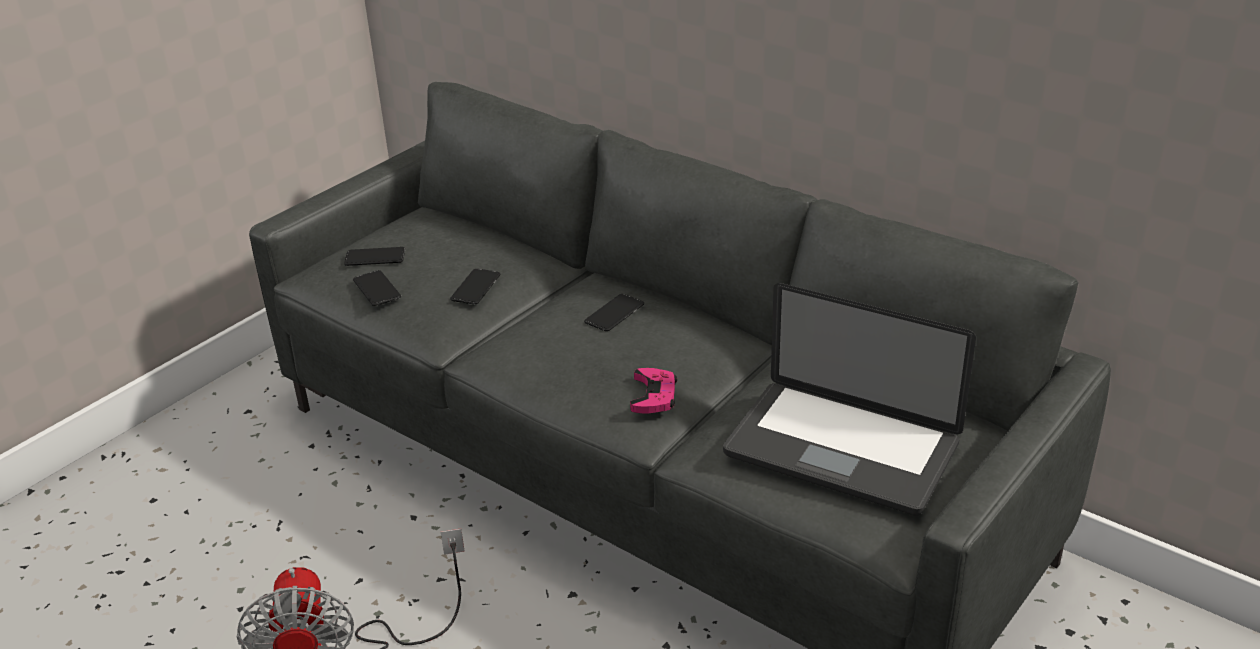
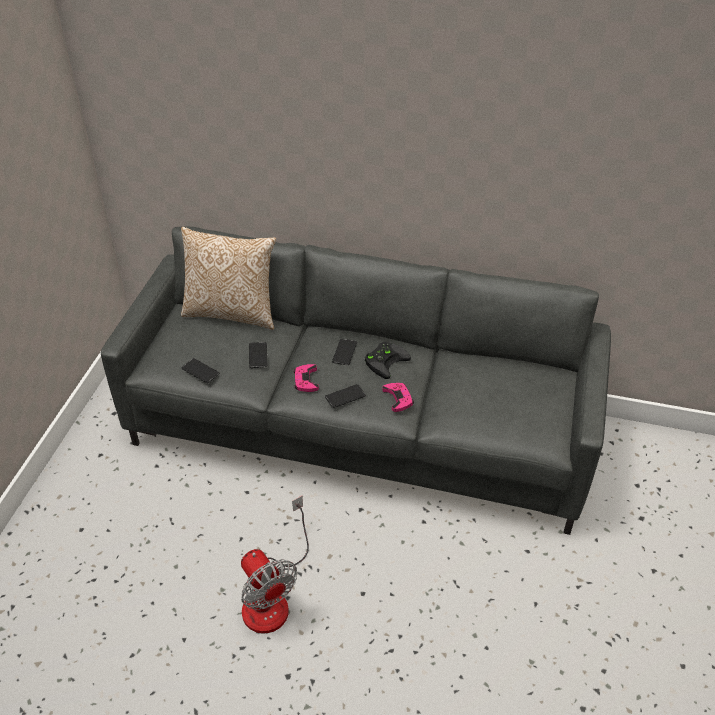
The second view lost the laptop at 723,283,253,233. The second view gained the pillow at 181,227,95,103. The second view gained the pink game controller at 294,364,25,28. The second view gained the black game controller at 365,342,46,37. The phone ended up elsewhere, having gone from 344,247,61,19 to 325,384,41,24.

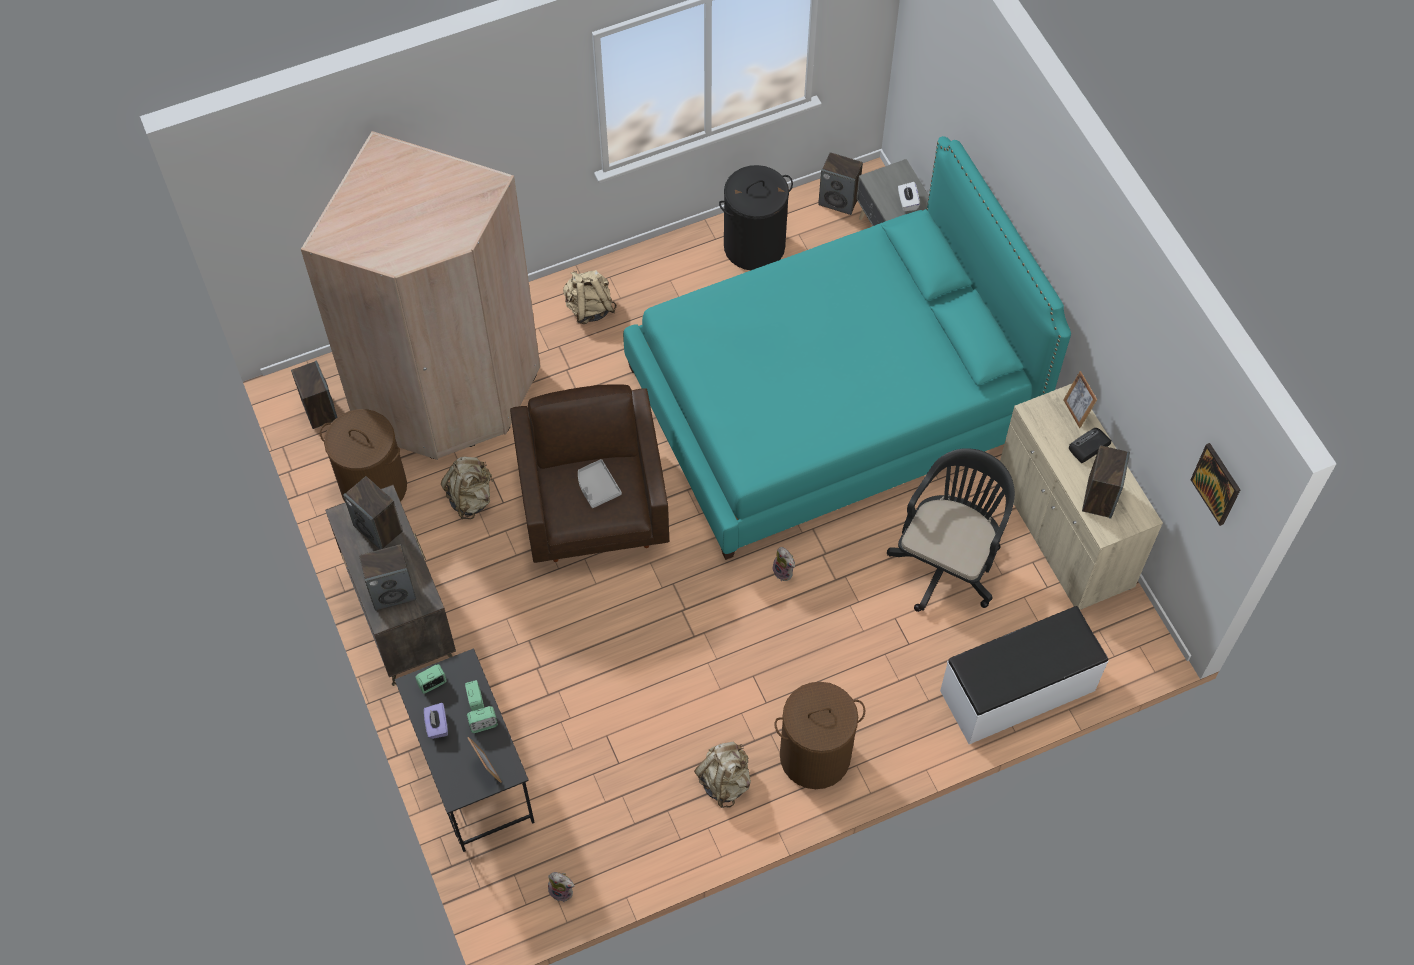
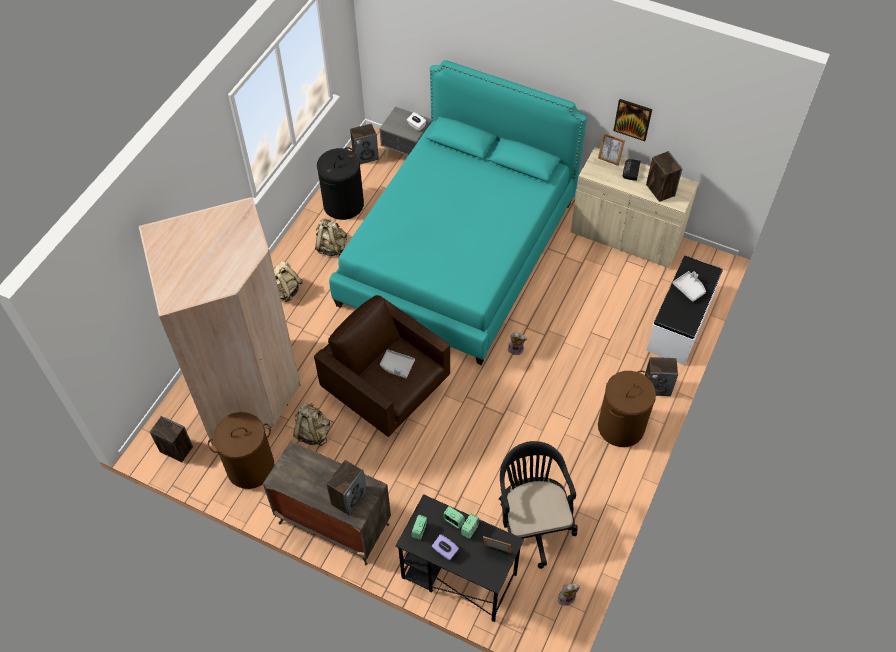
The second view gained the grey tray at 673,271,33,31. The speaker ended up elsewhere, having gone from 343,476,60,74 to 645,357,33,39. The beige backpack ended up elsewhere, having gone from 694,741,57,67 to 315,218,32,38. The black office chair ended up elsewhere, having gone from 887,448,128,164 to 499,441,79,128. The picture ended up elsewhere, having gone from 1191,443,49,83 to 613,99,39,42.

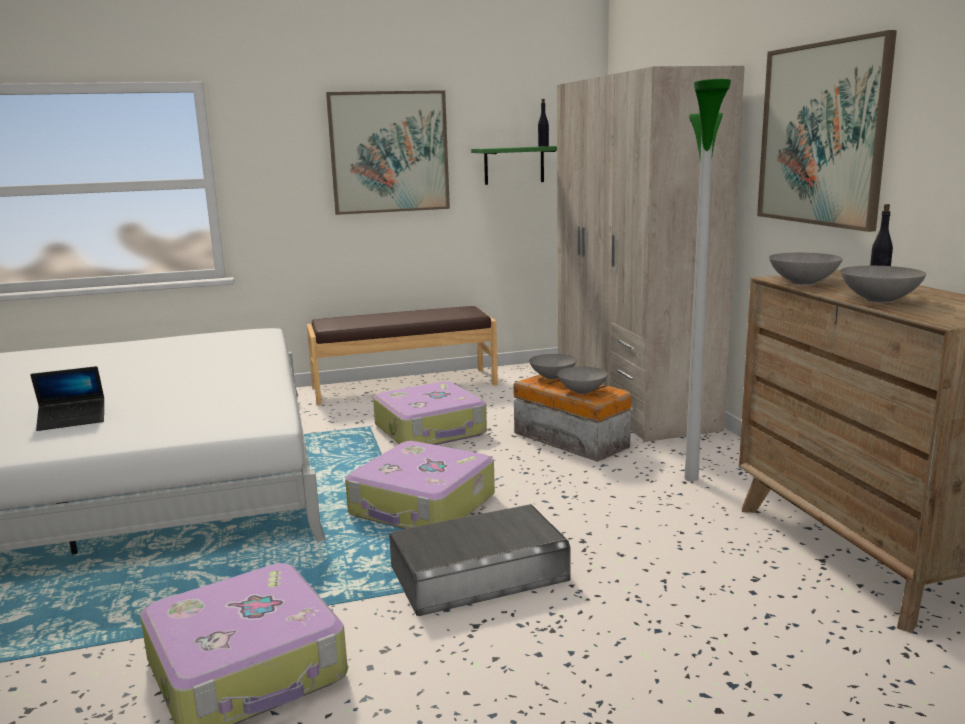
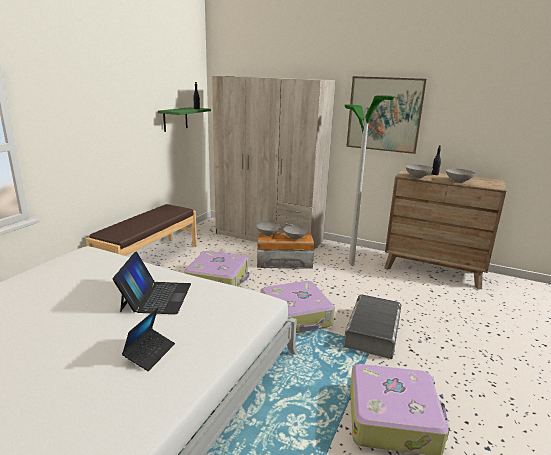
The second view lost the picture at 326,90,124,125. The second view gained the laptop at 113,251,78,63.

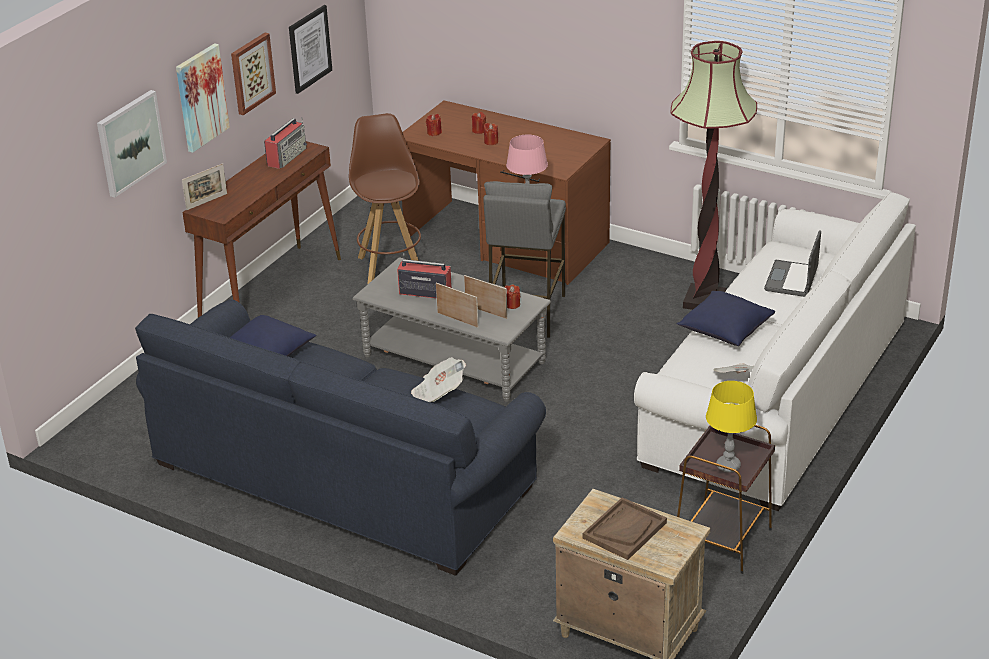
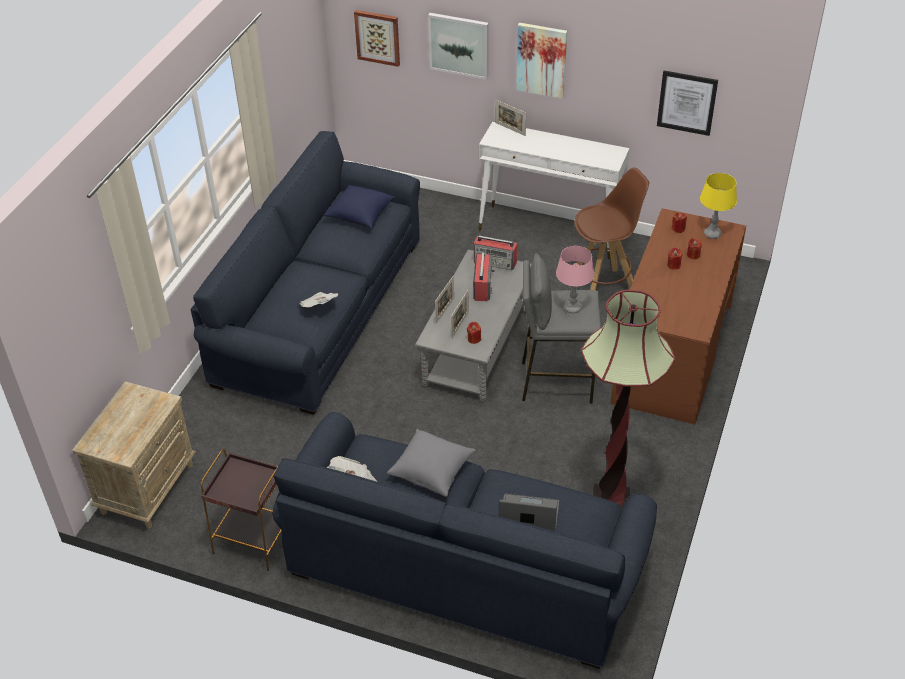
The second view lost the brown tray at 583,497,84,63. The picture ended up elsewhere, having gone from 231,33,45,82 to 354,10,46,57. The radio ended up elsewhere, having gone from 264,117,43,52 to 474,235,43,35. The yellow table lamp ended up elsewhere, having gone from 706,381,51,92 to 700,173,37,66. What was the brown console table at 182,141,159,177 turned into the white console table at 478,122,152,137. What was the white sofa at 634,192,282,319 turned into the blue sofa at 273,412,384,257. What was the blue pillow at 677,291,98,55 turned into the grey pillow at 387,429,88,68.

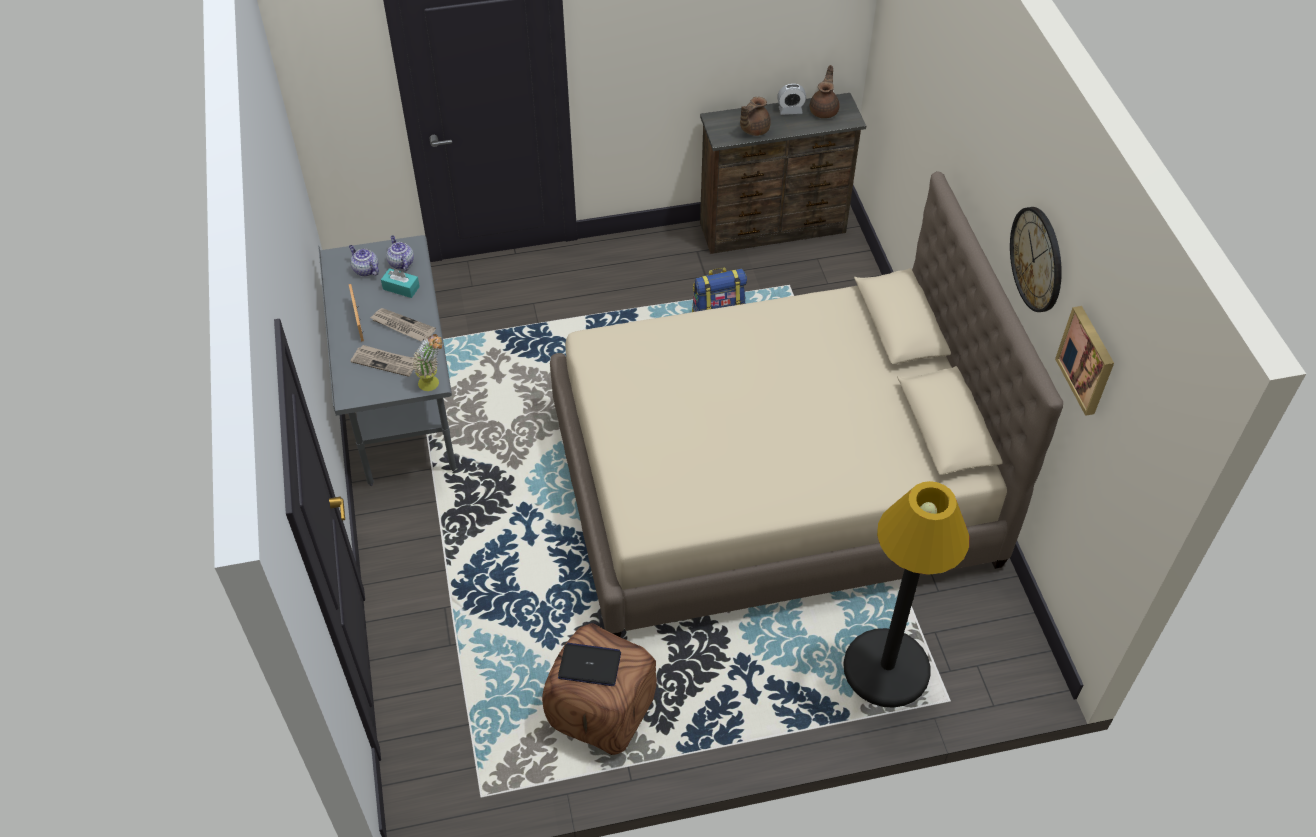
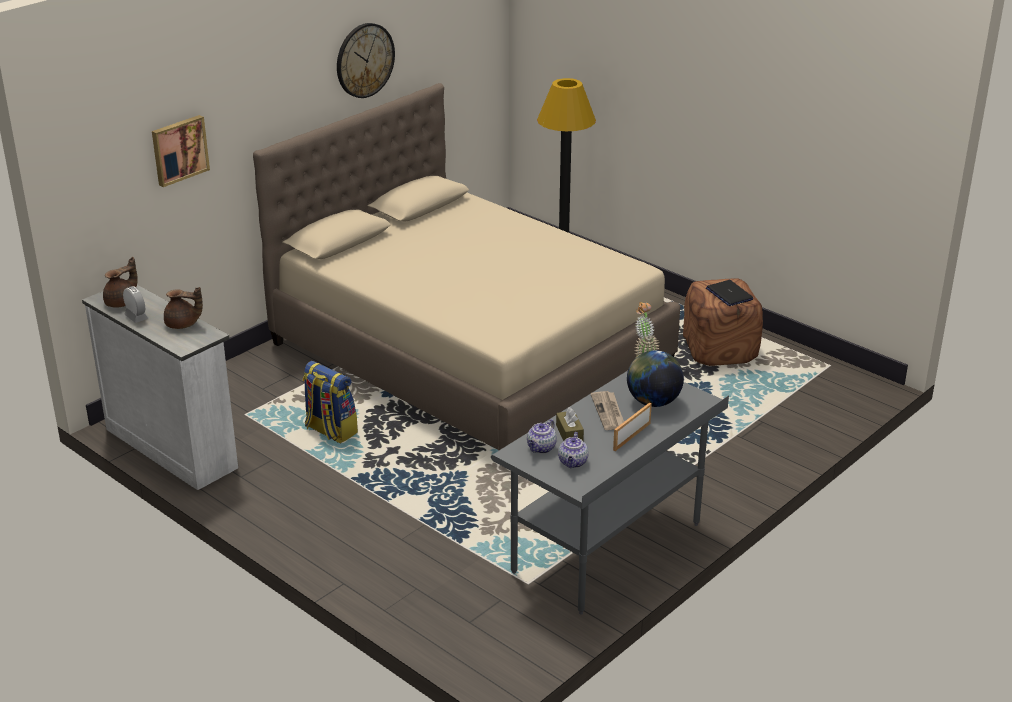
The picture ended up elsewhere, having gone from 1055,306,59,110 to 152,115,58,72. Where the newspaper stood at 351,345,63,32, the globe came to stand at 627,350,57,57. What was the turquoise tissue box at 381,268,39,30 turned into the brown tissue box at 556,407,28,34. What was the brown dresser at 700,93,166,161 turned into the white dresser at 82,285,156,205. The brown teapot at 810,65,30,53 ended up facing another way, 150 degrees clockwise from before.

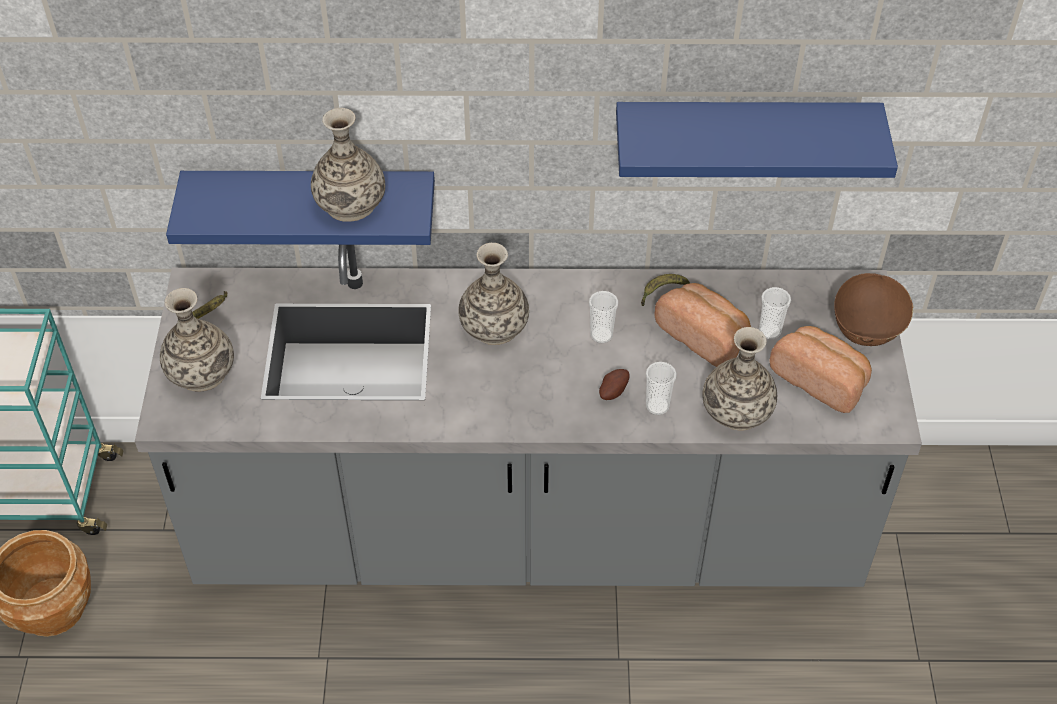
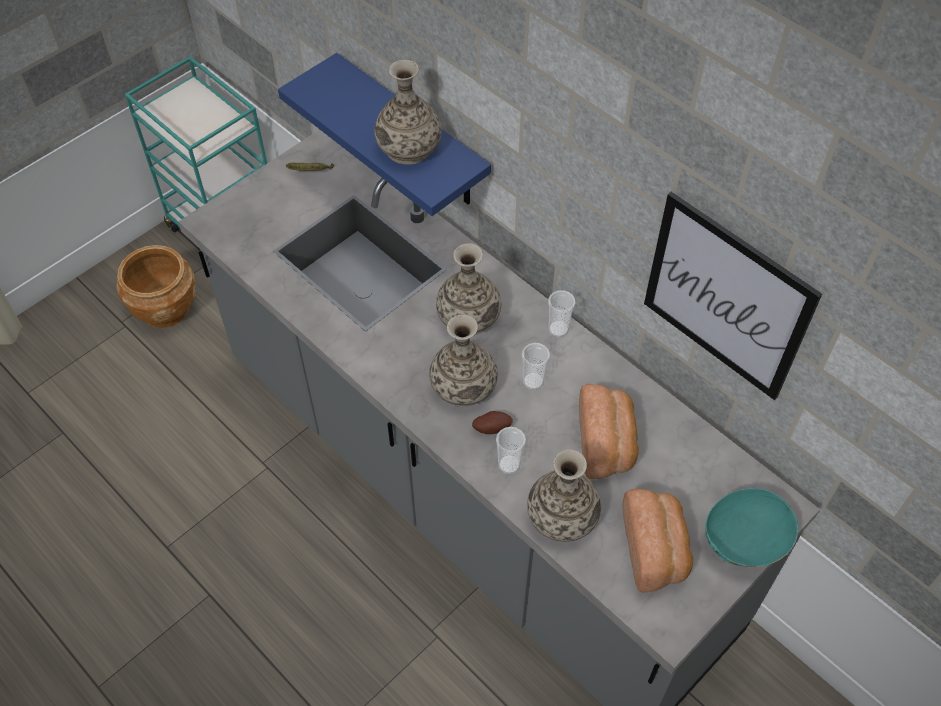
The second view lost the banana at 641,274,49,32. The vase ended up elsewhere, having gone from 160,288,74,104 to 429,315,69,92. The cup ended up elsewhere, having gone from 759,287,32,53 to 548,290,28,47. Where the blue shelf hung at 616,102,282,76, the picture came to hang at 644,192,178,208. What was the brown bowl at 834,273,80,73 turned into the turquoise bowl at 705,488,93,79.

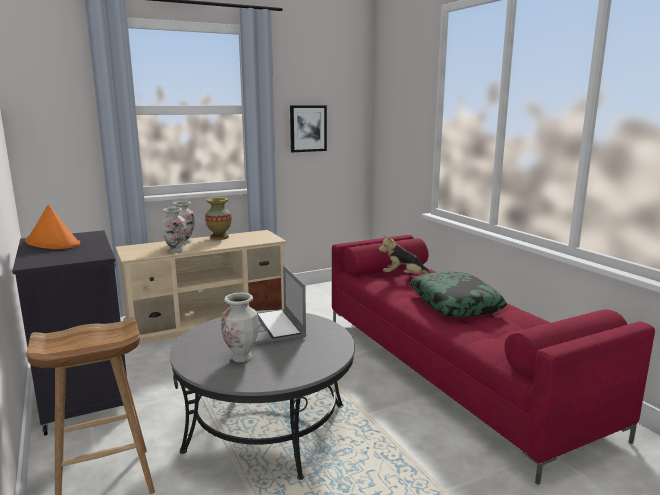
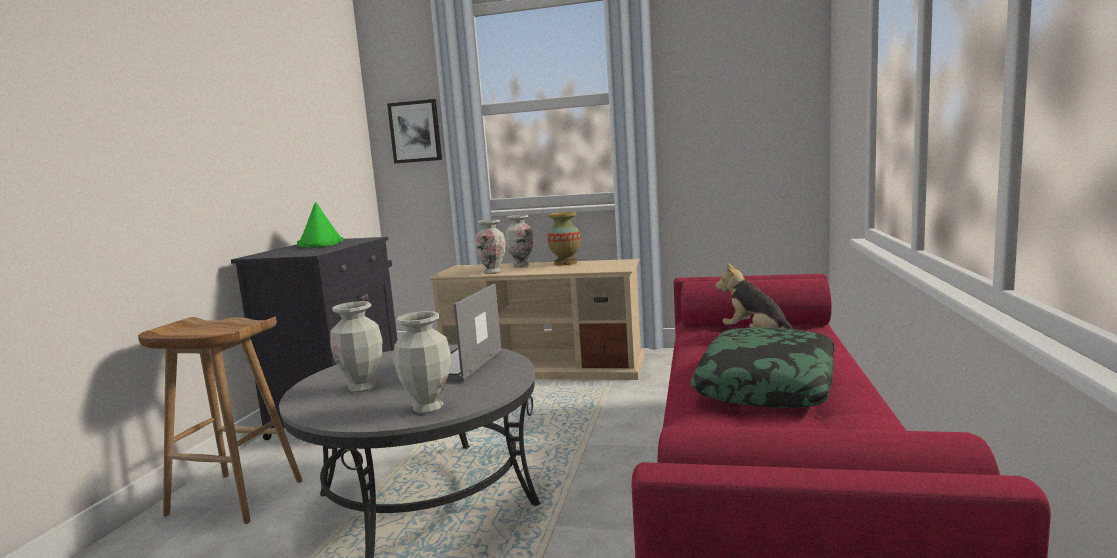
The second view gained the vase at 394,311,57,103. The picture ended up elsewhere, having gone from 290,105,37,47 to 387,99,55,64. What was the orange hat at 25,204,55,45 turned into the green hat at 297,202,46,46.

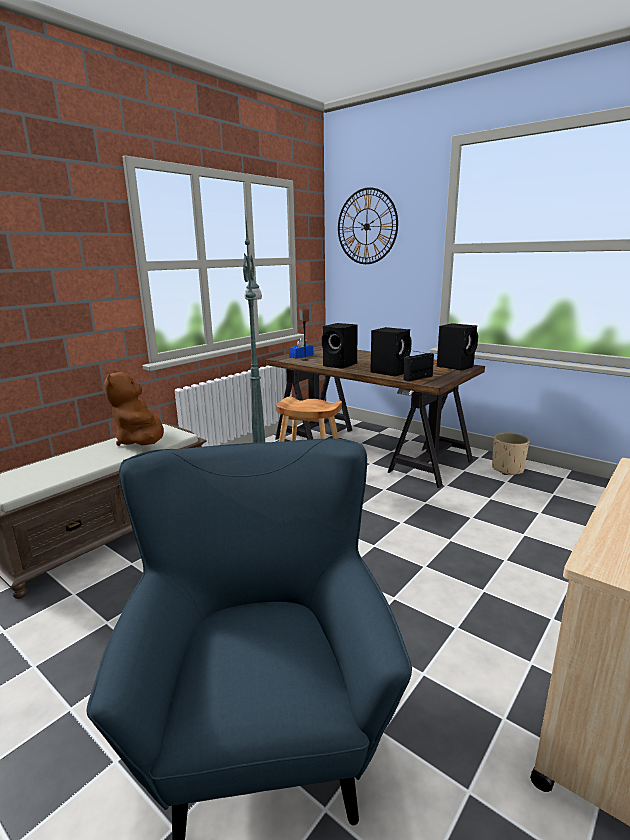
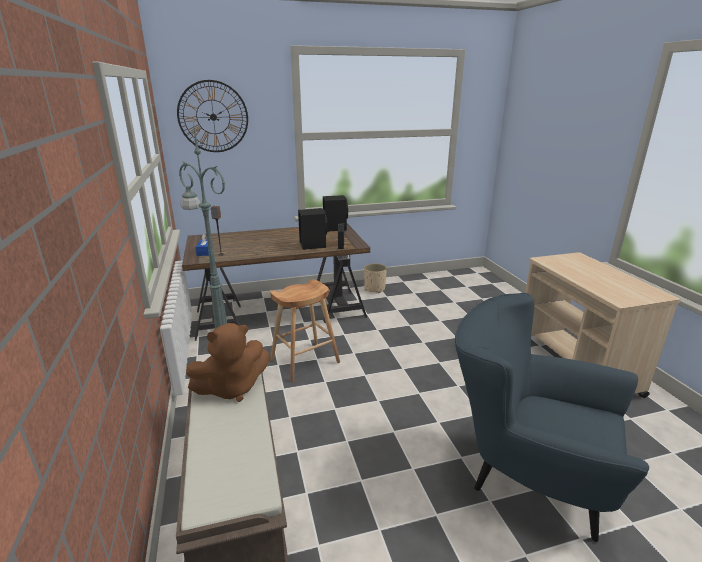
The second view lost the black speaker at 322,323,36,46. The brown plush toy at 104,370,60,76 ended up facing another way, 45 degrees counterclockwise from before.

